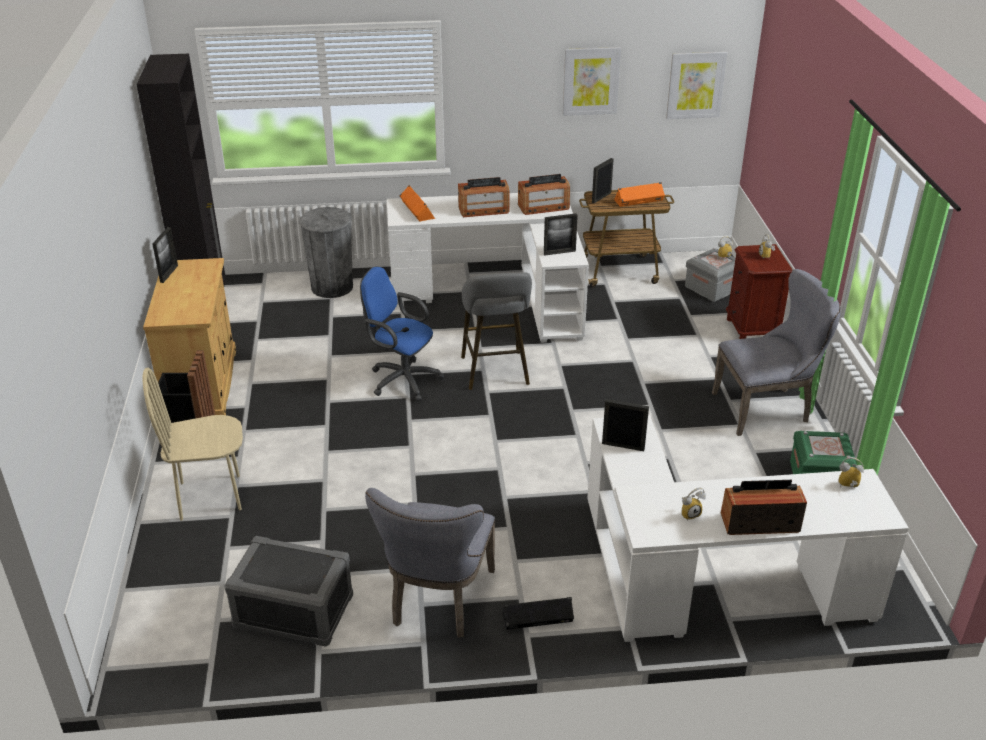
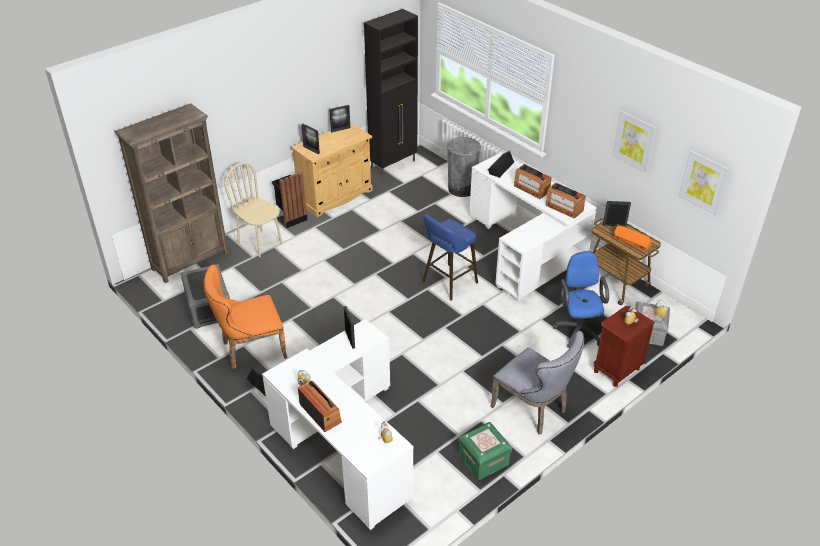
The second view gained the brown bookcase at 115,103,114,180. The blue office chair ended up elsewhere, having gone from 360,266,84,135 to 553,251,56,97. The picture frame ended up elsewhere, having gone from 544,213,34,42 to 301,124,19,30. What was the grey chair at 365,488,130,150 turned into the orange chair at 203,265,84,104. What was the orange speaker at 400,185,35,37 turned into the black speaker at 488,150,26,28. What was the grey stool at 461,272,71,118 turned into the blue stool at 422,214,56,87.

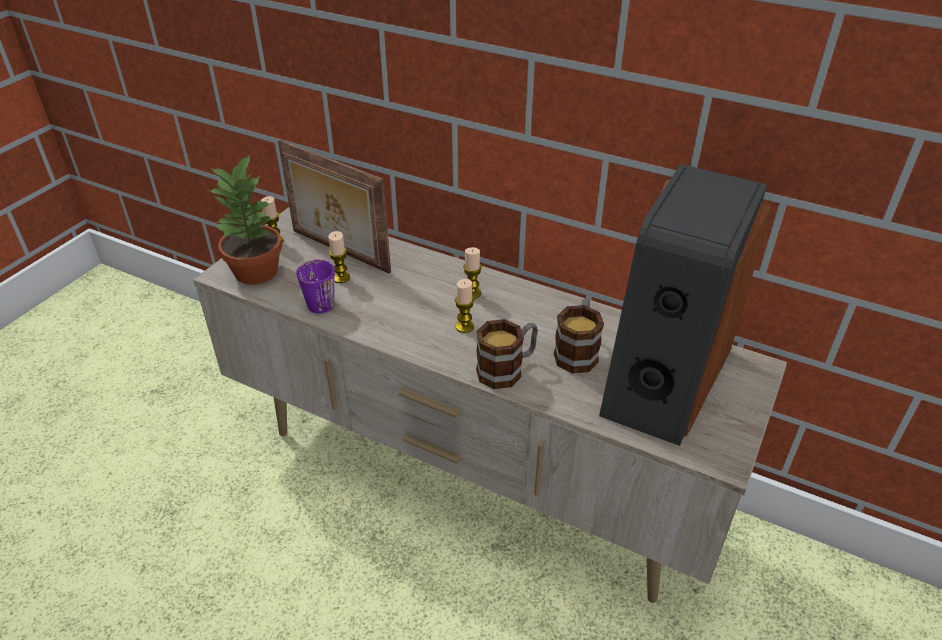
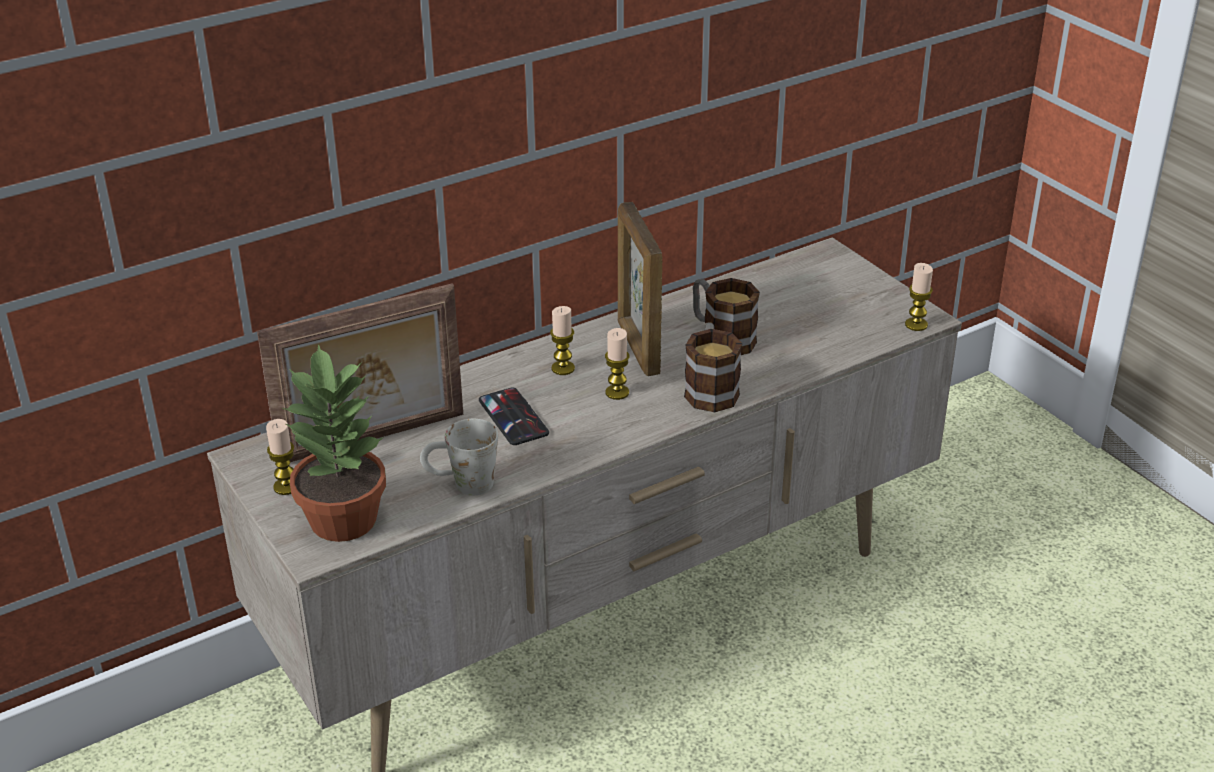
The second view lost the speaker at 599,164,173,282. The second view gained the phone at 479,387,70,58. The second view gained the picture frame at 618,202,44,174. The candle ended up elsewhere, having gone from 328,231,22,52 to 905,263,28,68. What was the purple mug at 296,260,39,53 turned into the white mug at 420,419,78,76.

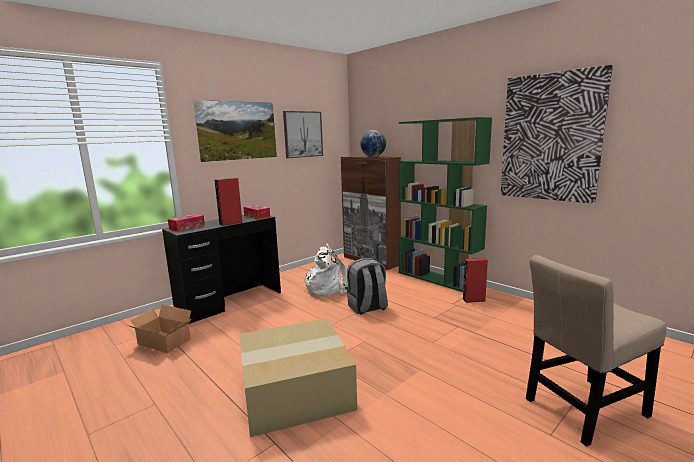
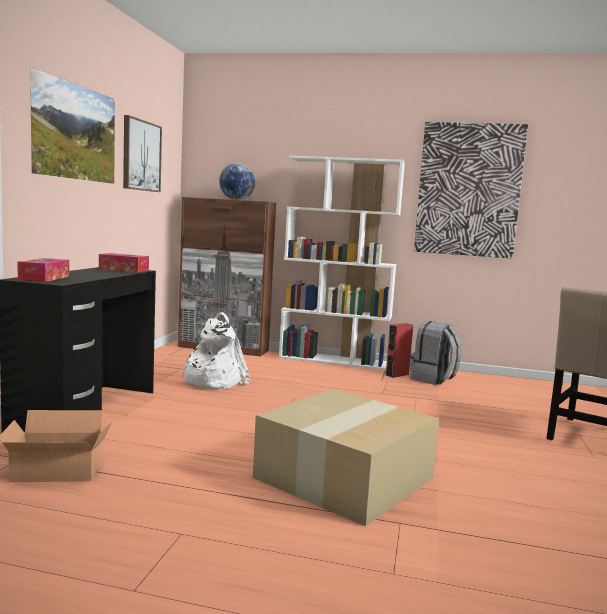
The second view lost the red speaker at 214,178,28,48. The grey backpack ended up elsewhere, having gone from 347,258,41,57 to 410,321,51,64. What was the green bookcase at 399,117,93,175 turned into the white bookcase at 279,155,126,215.

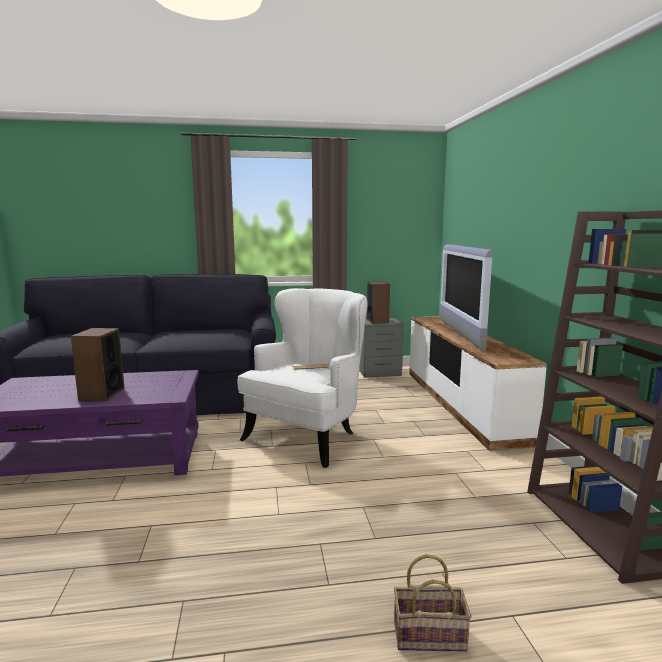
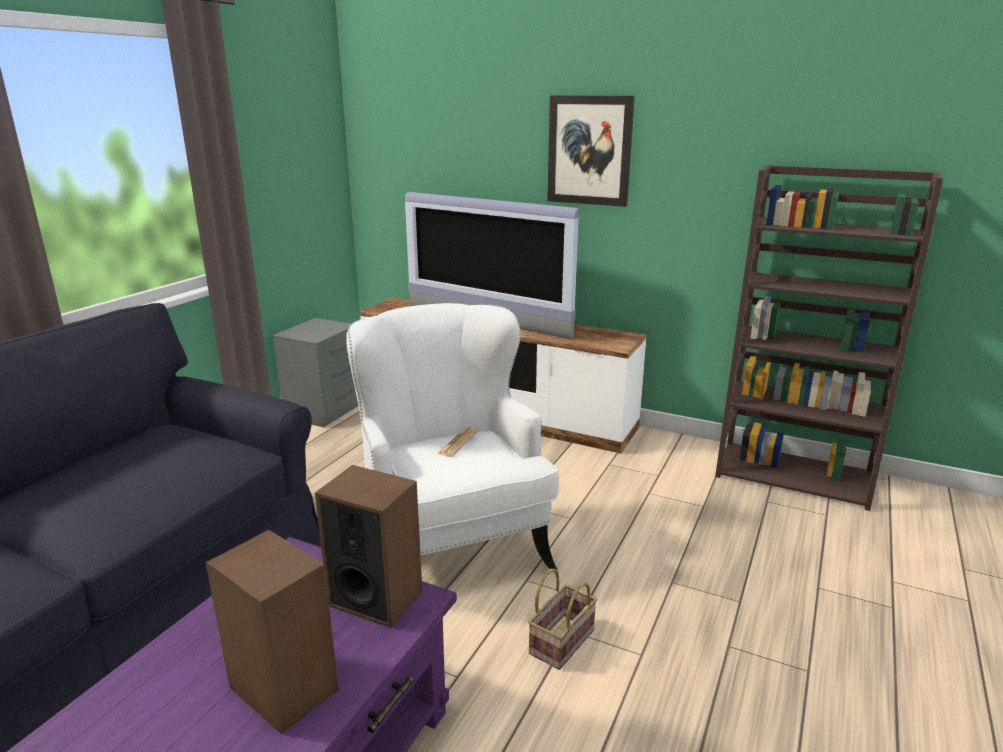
The second view gained the picture at 547,95,88,112. The speaker ended up elsewhere, having gone from 367,282,23,42 to 315,465,107,163. The basket ended up elsewhere, having gone from 394,554,77,98 to 528,569,69,101.

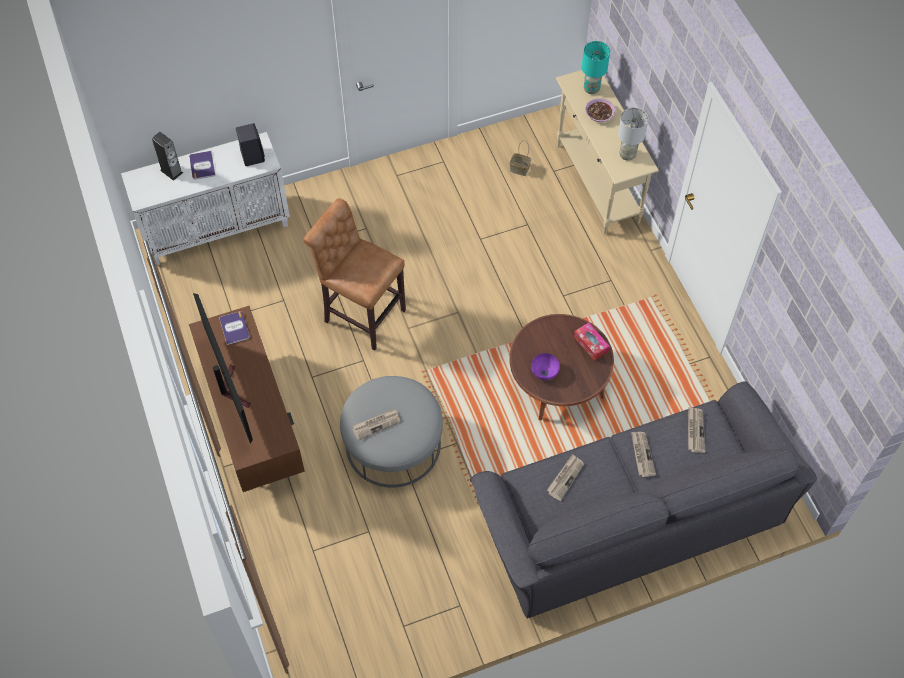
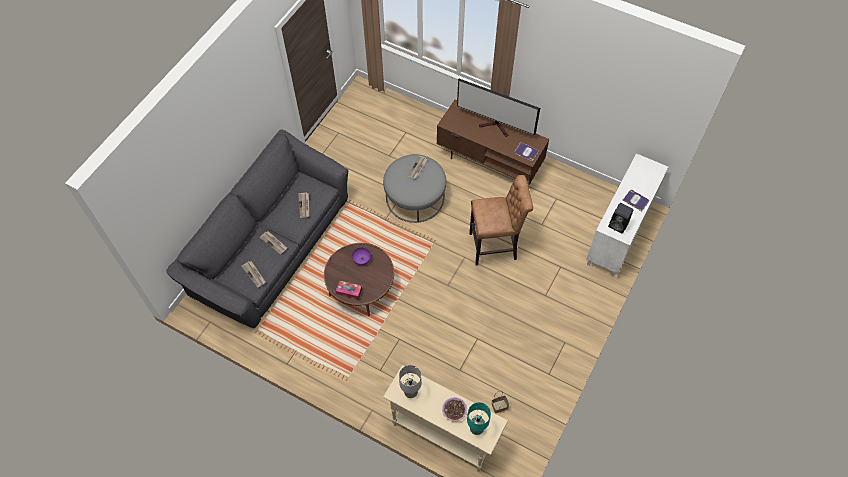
The second view lost the speaker at 152,132,31,49.

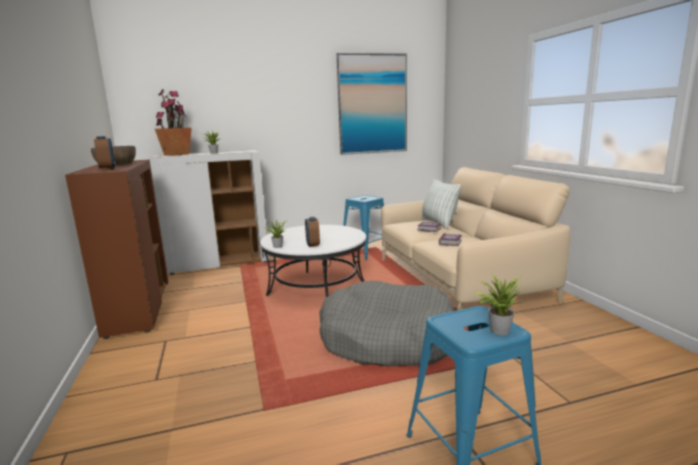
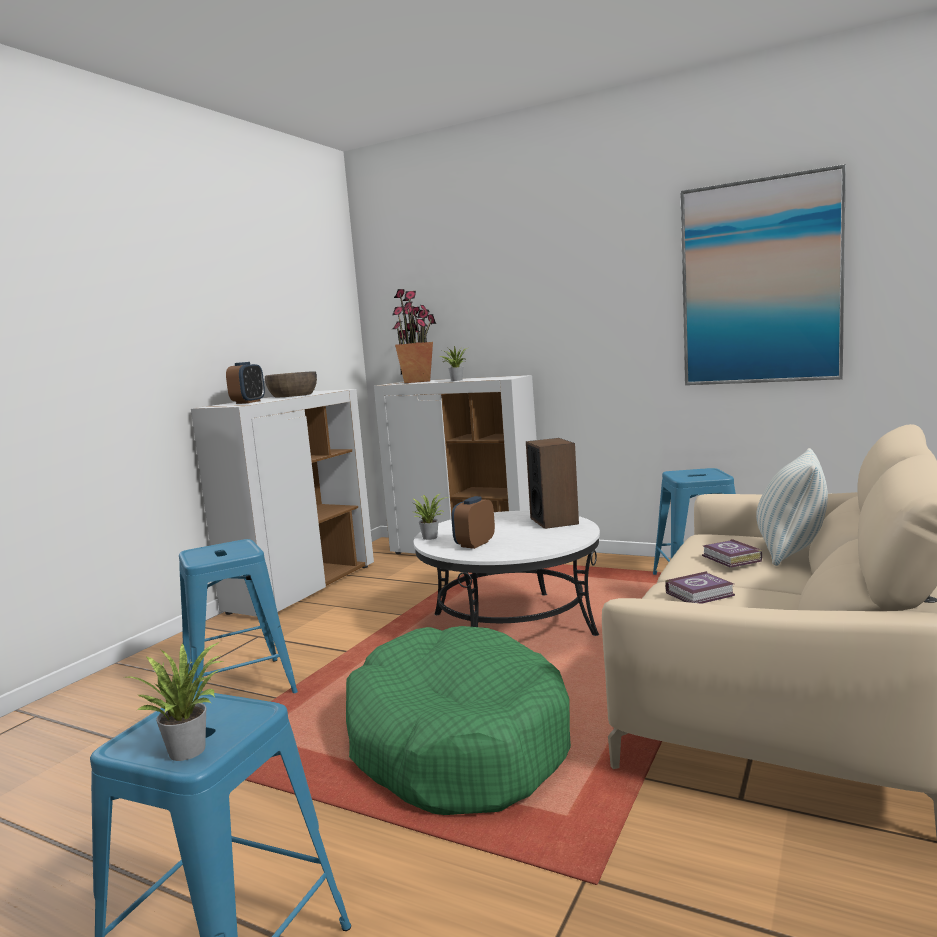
The second view gained the blue stool at 179,539,119,154. The second view gained the speaker at 526,438,53,91. What was the brown cabinet at 65,160,103,179 turned into the white cabinet at 191,389,183,227. What was the grey dog bed at 319,281,136,85 turned into the green dog bed at 346,626,225,189.

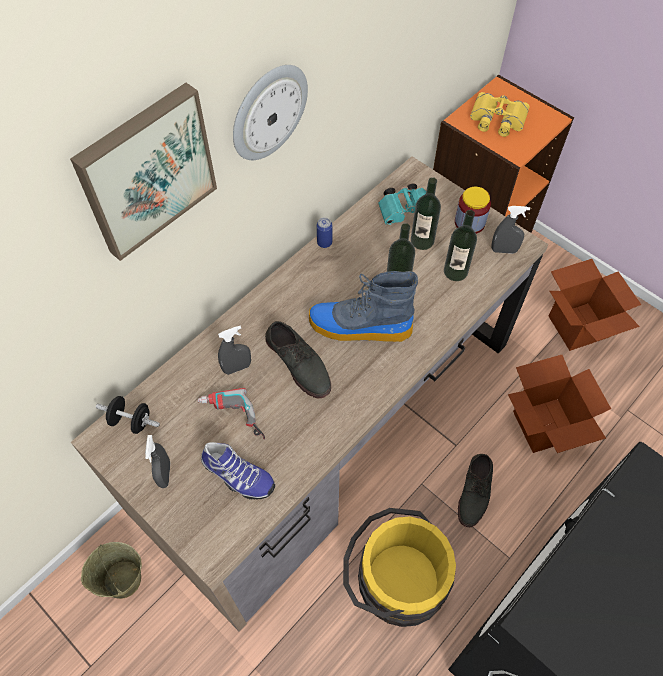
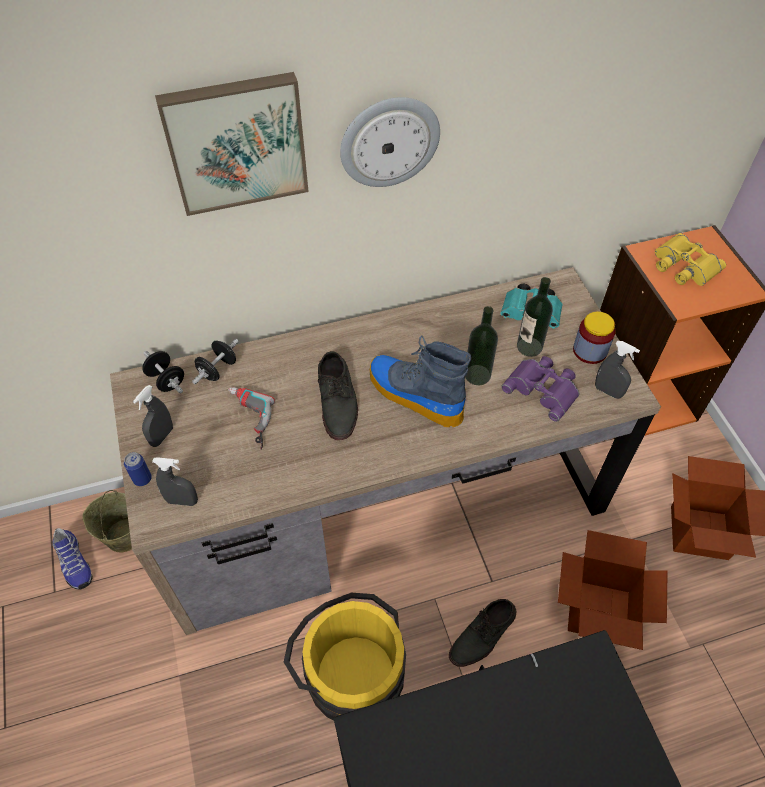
The second view gained the black dumbbell at 192,339,47,45. The shoe ended up elsewhere, having gone from 201,442,74,58 to 53,528,39,62. The grey spray bottle ended up elsewhere, having gone from 218,326,33,49 to 152,457,46,49. The can ended up elsewhere, having gone from 317,217,15,31 to 124,452,28,34. Where the bottle stood at 444,210,33,71, the purple binoculars came to stand at 501,356,78,66.

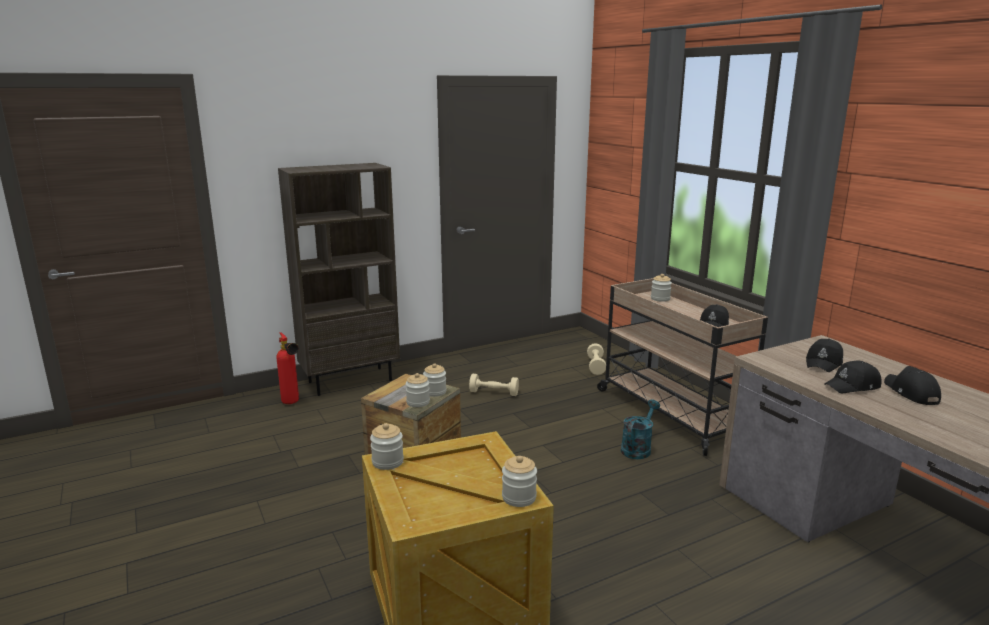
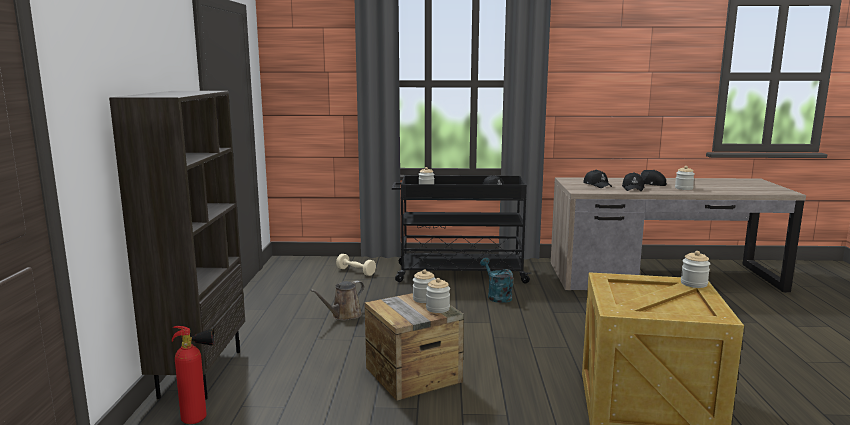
The jar ended up elsewhere, having gone from 370,423,34,47 to 675,166,20,24. Where the beige dumbbell stood at 469,374,50,22, the brown watering can came to stand at 310,280,54,41. What was the beige cart at 597,278,171,178 turned into the black cart at 392,175,139,109.

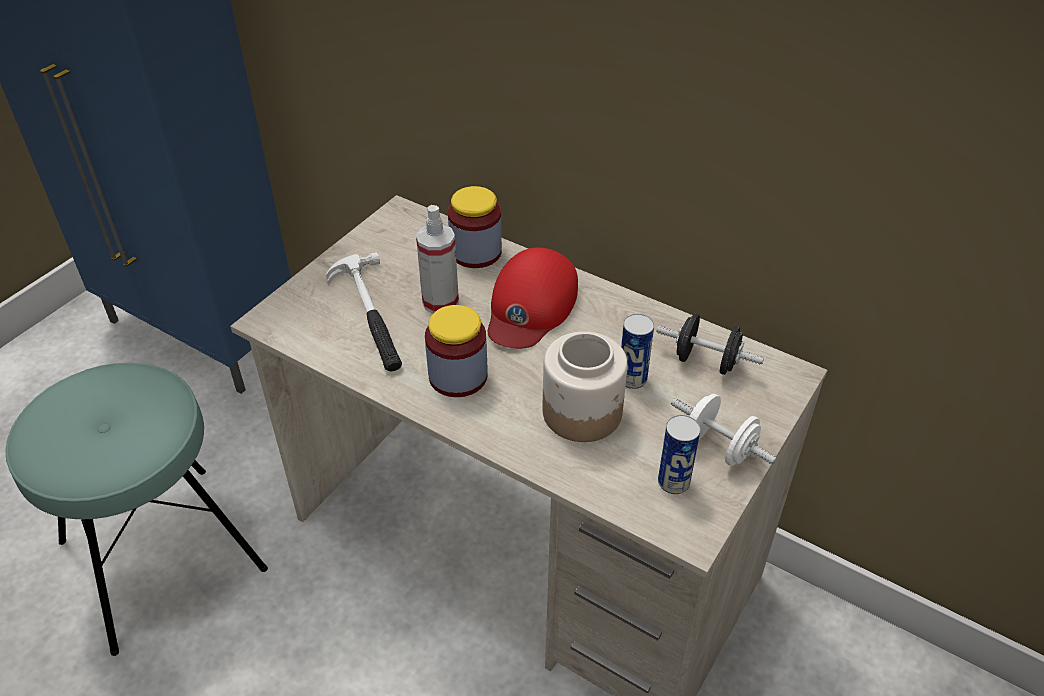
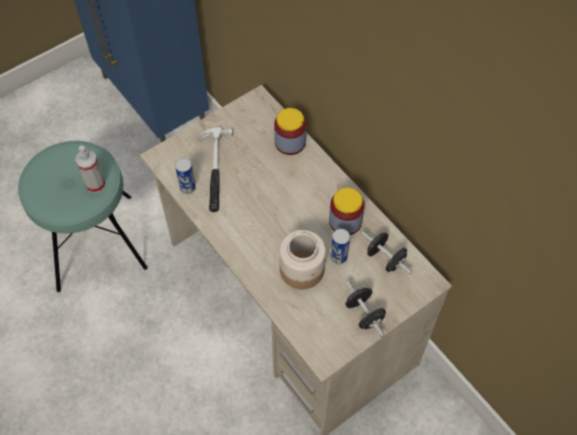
The second view lost the red cap at 488,247,90,102. The spray bottle ended up elsewhere, having gone from 416,205,43,109 to 75,146,31,47. The jar ended up elsewhere, having gone from 425,305,63,92 to 329,187,36,48. The can ended up elsewhere, having gone from 658,415,43,79 to 175,158,21,36. What was the white dumbbell at 671,394,106,72 turned into the black dumbbell at 346,281,40,56.

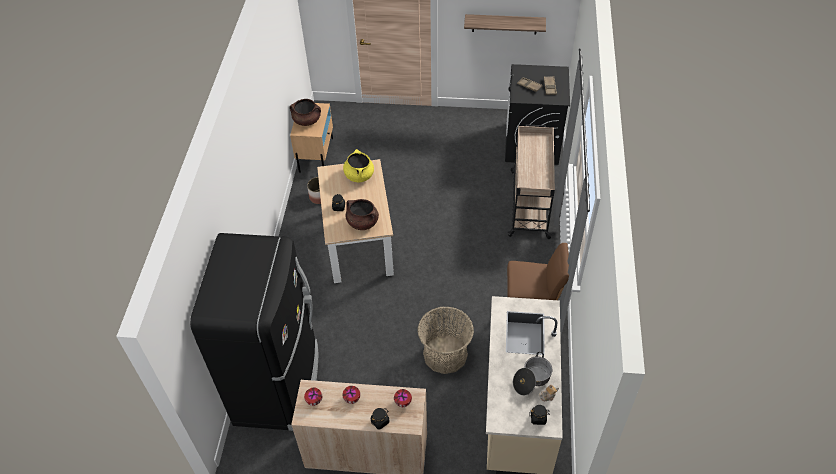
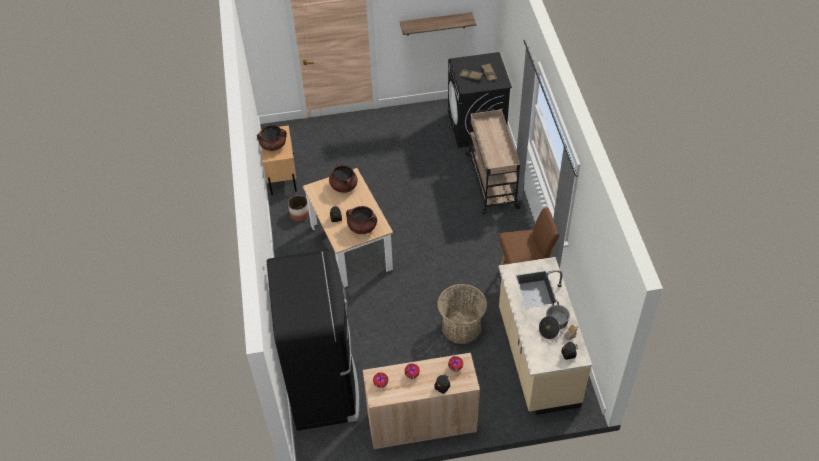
What was the yellow cooking pot at 343,149,31,33 turned into the brown cooking pot at 329,163,29,30.

